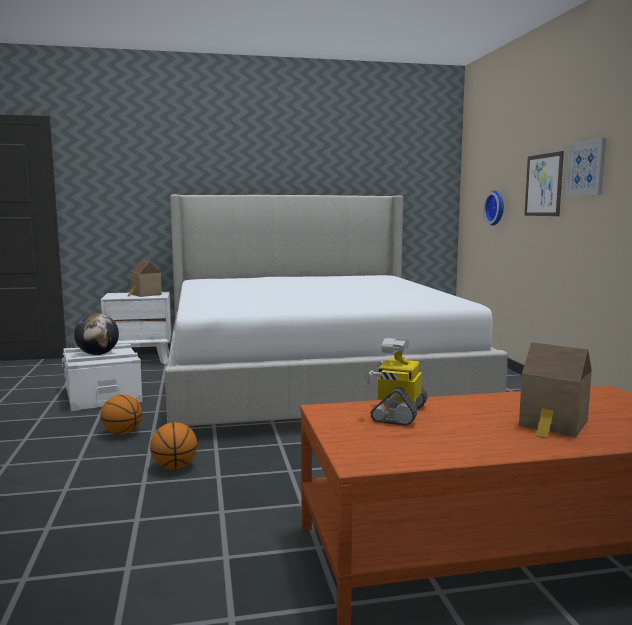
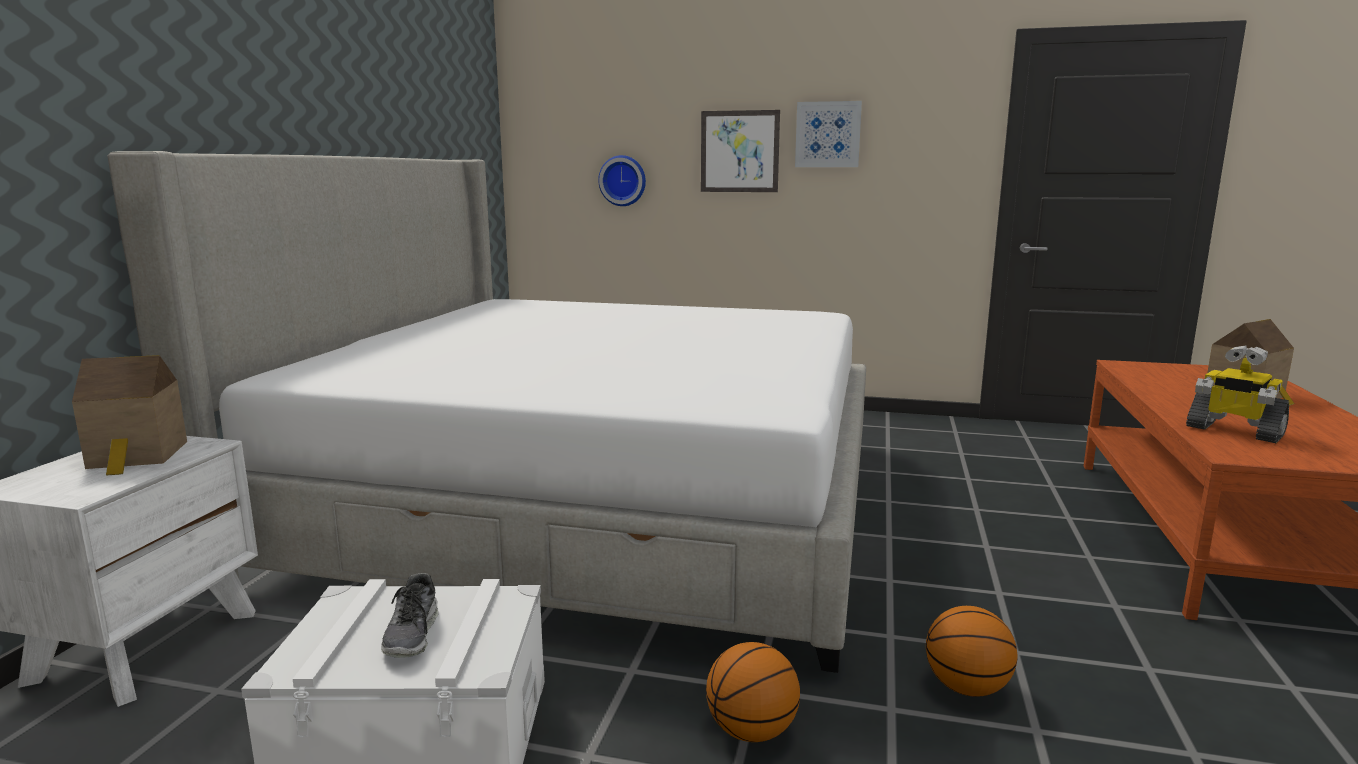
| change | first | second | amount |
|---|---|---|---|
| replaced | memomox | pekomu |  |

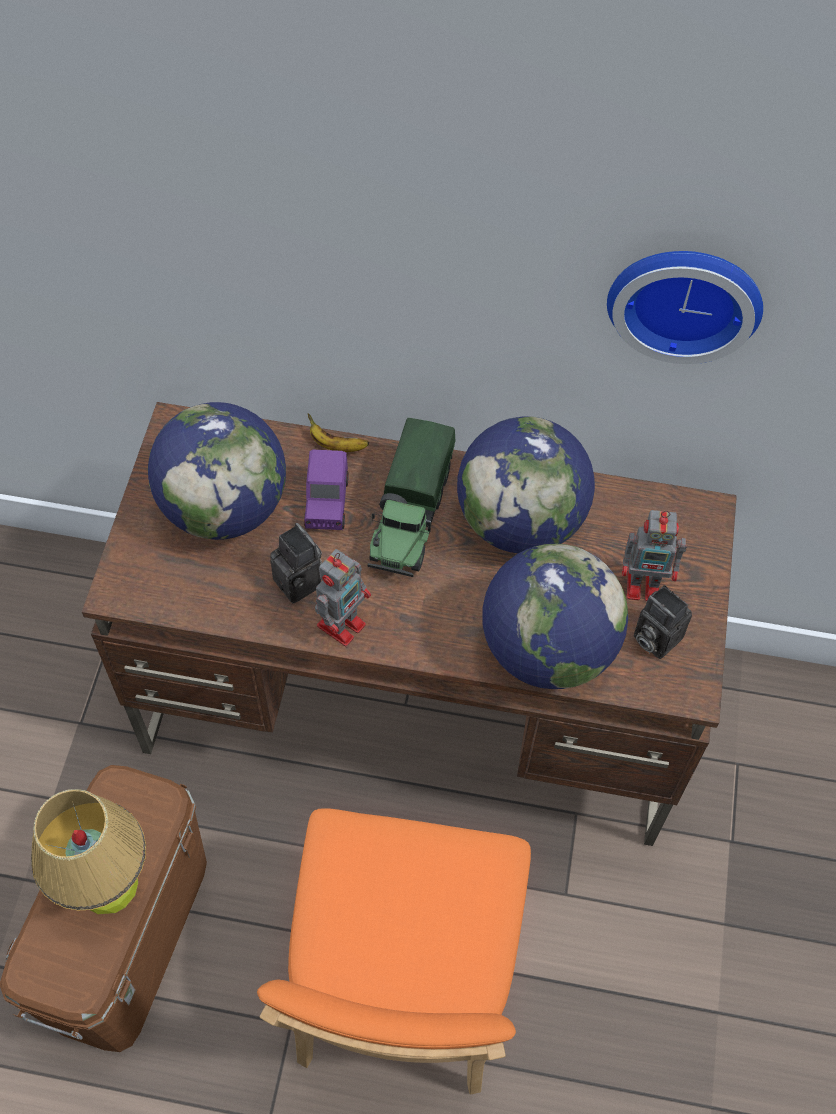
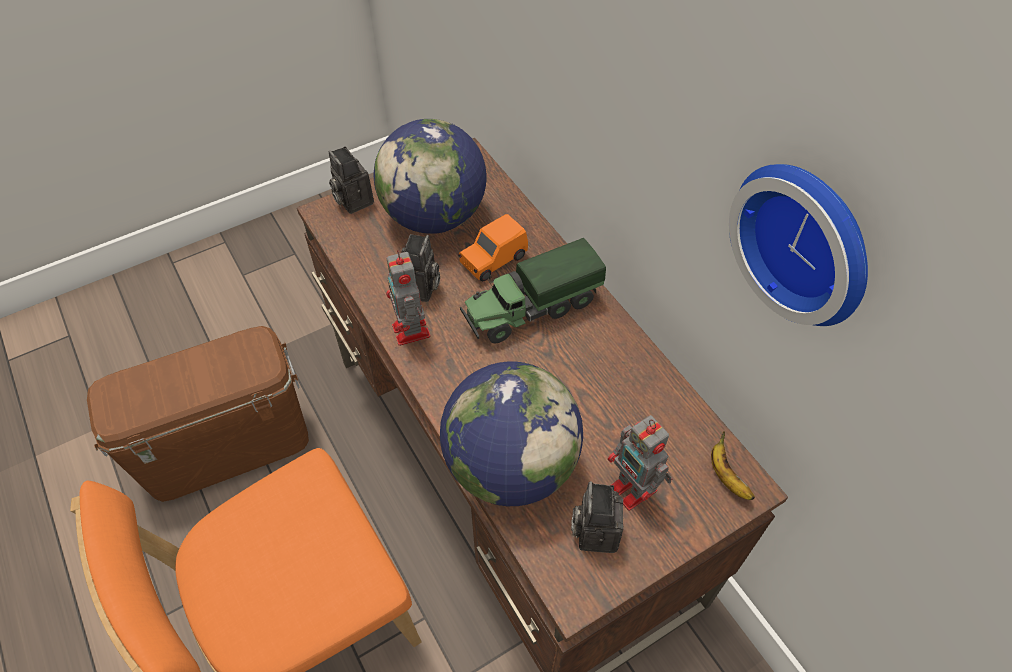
| change | first | second | amount |
|---|---|---|---|
| added |  | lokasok (1st from left) |  |
| turned | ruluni (1st from left) |  | 75 degrees clockwise |
| recoloured | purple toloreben | orange toloreben |  |
| moved | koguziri |  |  |
| removed | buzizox |  |  |
| removed | memomox (2nd from left) |  |  |

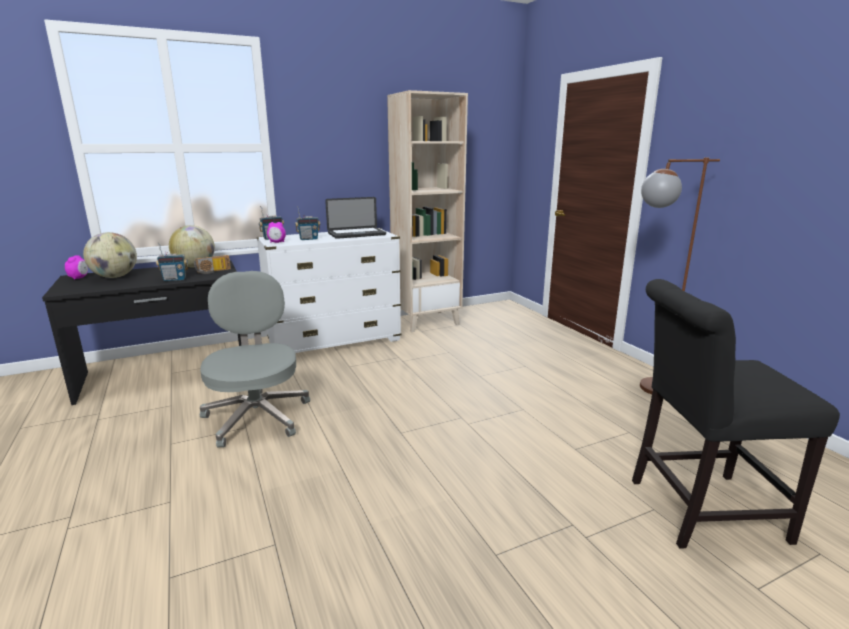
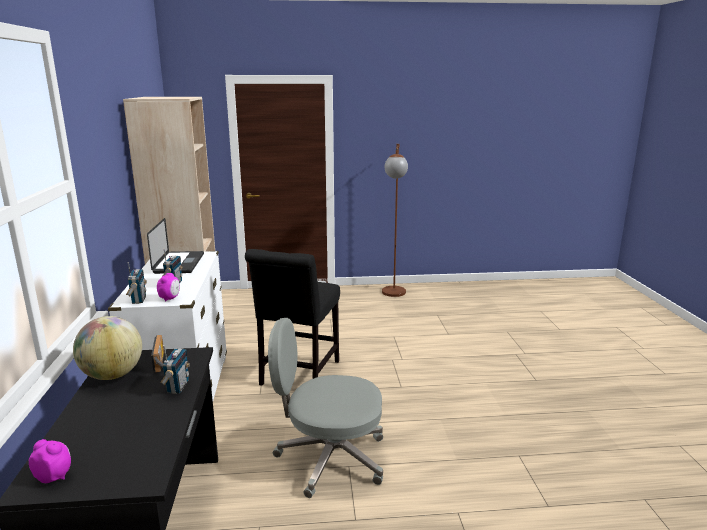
| change | first | second | amount |
|---|---|---|---|
| moved | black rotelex |  |  |
| removed | memomox (1st from left) |  |  |

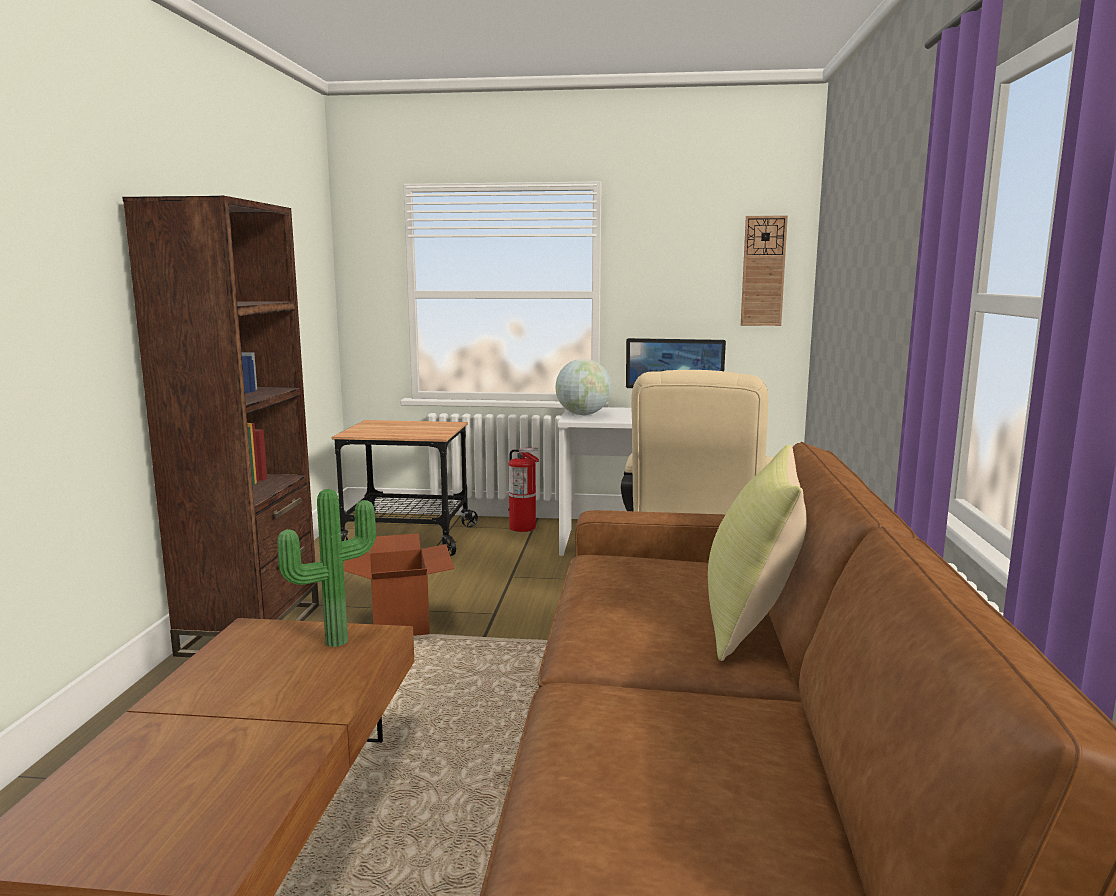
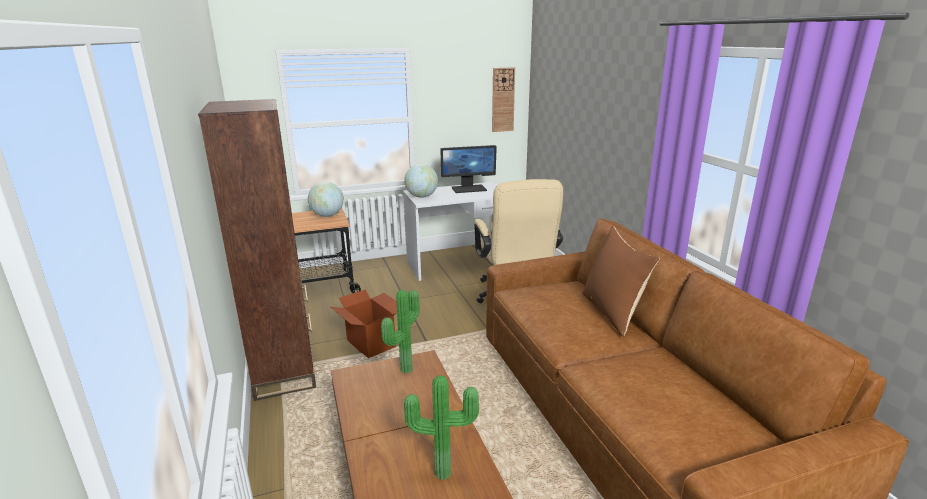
| change | first | second | amount |
|---|---|---|---|
| added |  | memomox (1st from left) |  |
| added |  | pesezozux (2nd from left) |  |
| recoloured | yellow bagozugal | brown bagozugal |  |
| removed | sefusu |  |  |

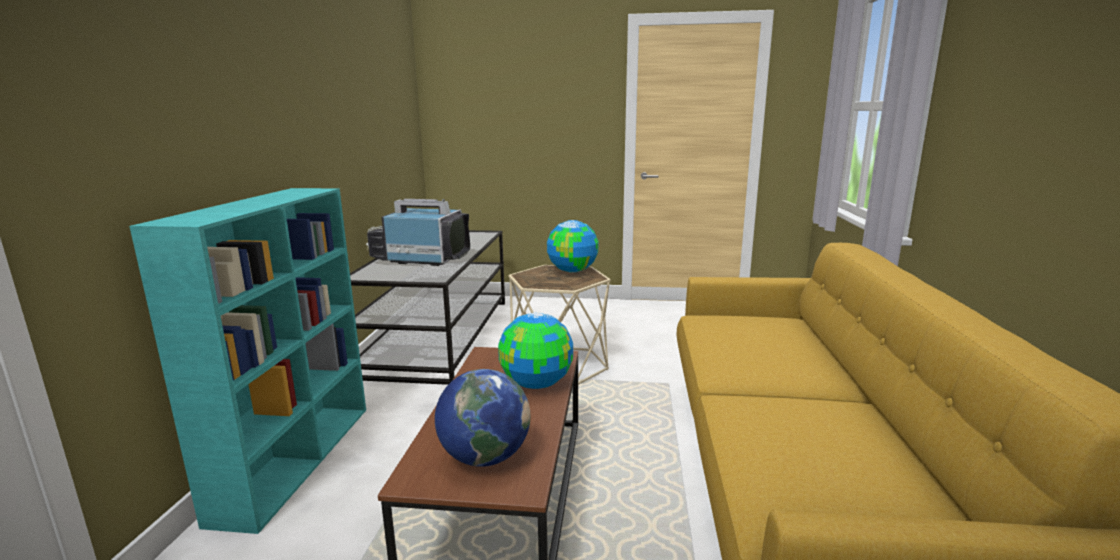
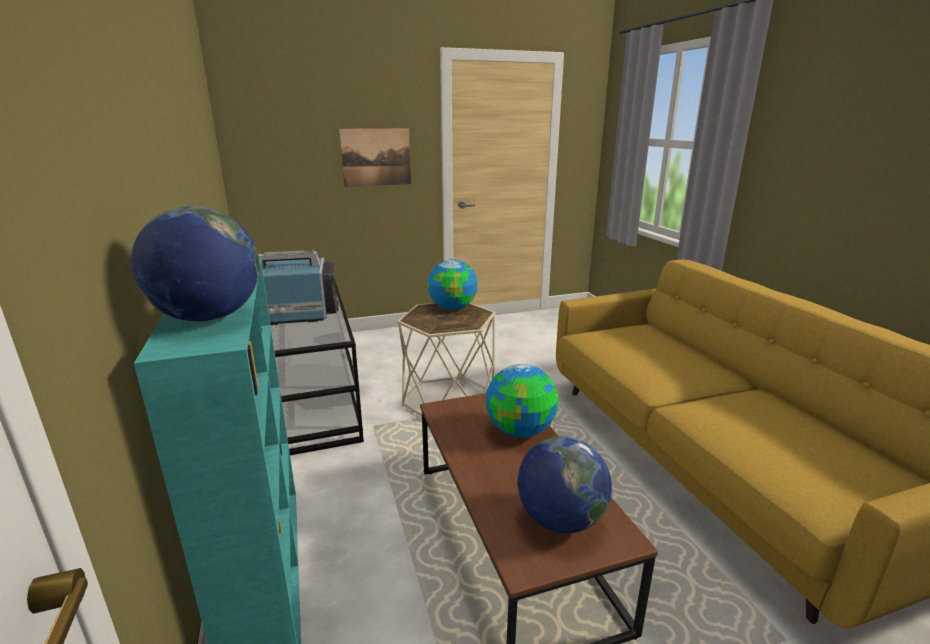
| change | first | second | amount |
|---|---|---|---|
| added |  | memomox (1st from left) |  |
| added |  | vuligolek |  |

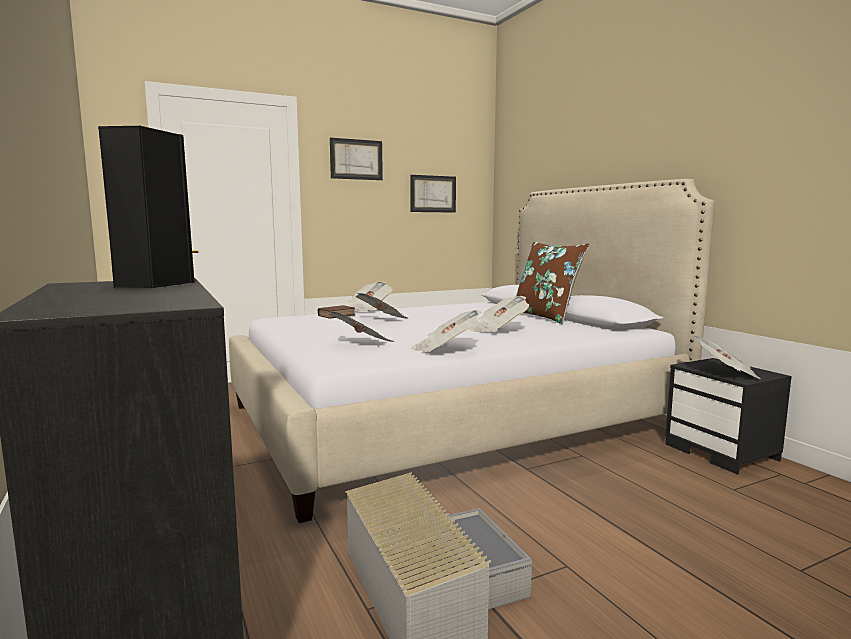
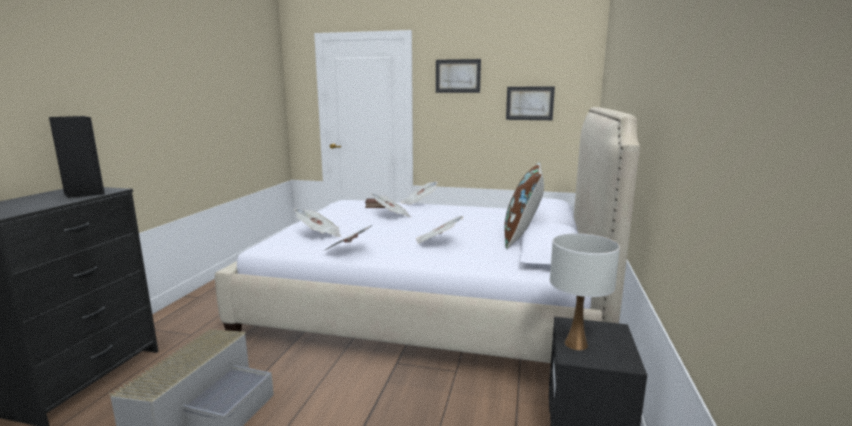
| change | first | second | amount |
|---|---|---|---|
| replaced | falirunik (6th from left) | white buzizox |  |

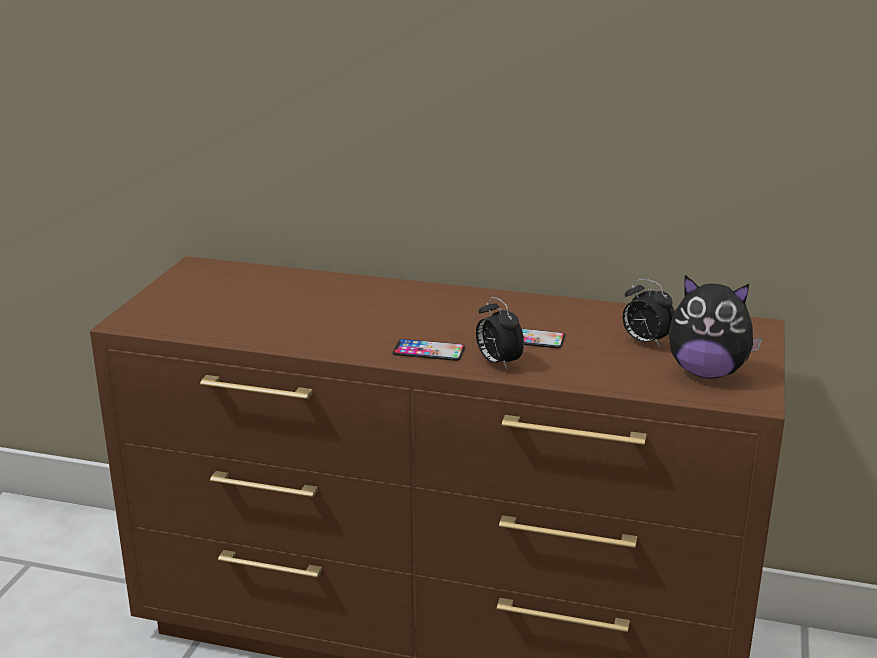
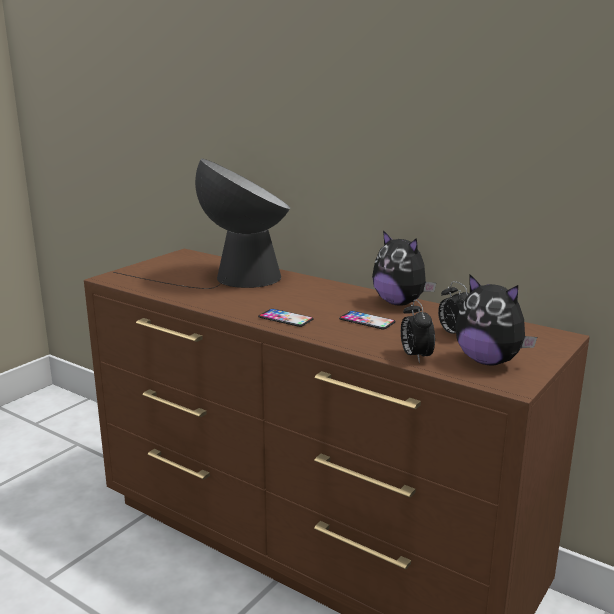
| change | first | second | amount |
|---|---|---|---|
| added |  | buzizox |  |
| added |  | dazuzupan (1st from left) |  |
| moved | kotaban (1st from left) |  |  |

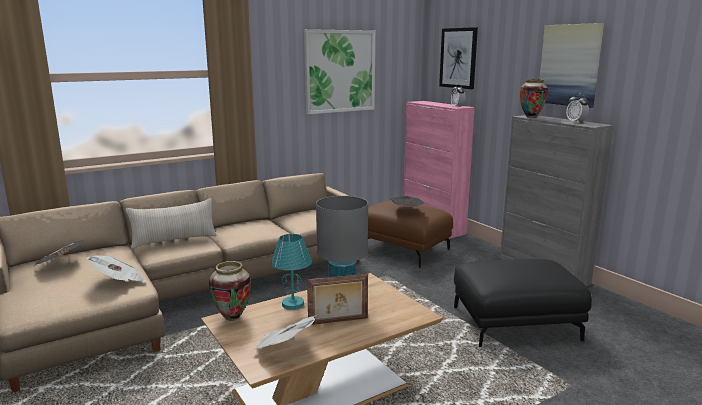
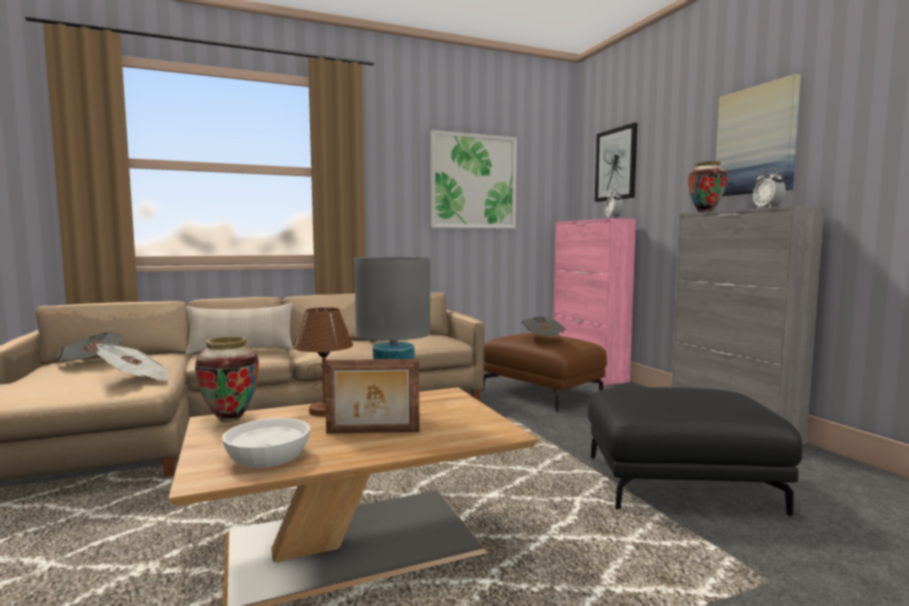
| change | first | second | amount |
|---|---|---|---|
| replaced | falirunik (3rd from left) | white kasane |  |
| recoloured | turquoise buzizox | brown buzizox |  |

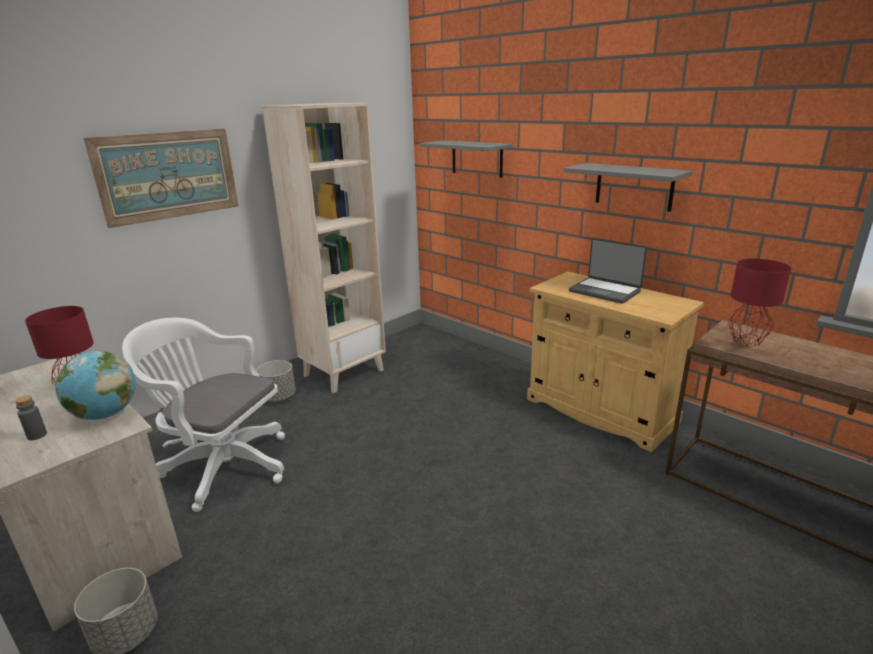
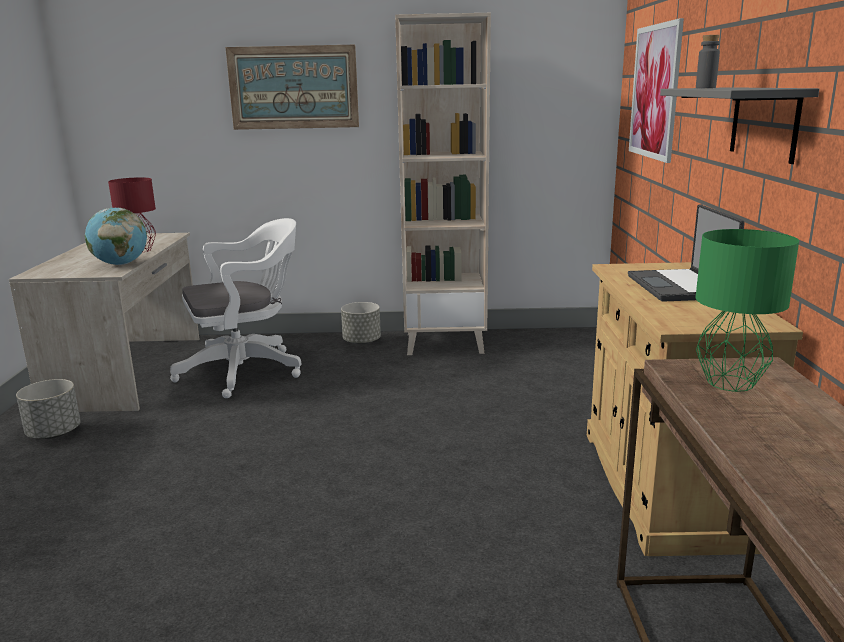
| change | first | second | amount |
|---|---|---|---|
| turned | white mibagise |  | 90 degrees clockwise |
| replaced | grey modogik (1st from left) | vuligolek (2nd from left) |  |
| moved | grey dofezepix |  |  |
| recoloured | red buzizox (2nd from left) | green buzizox |  |

